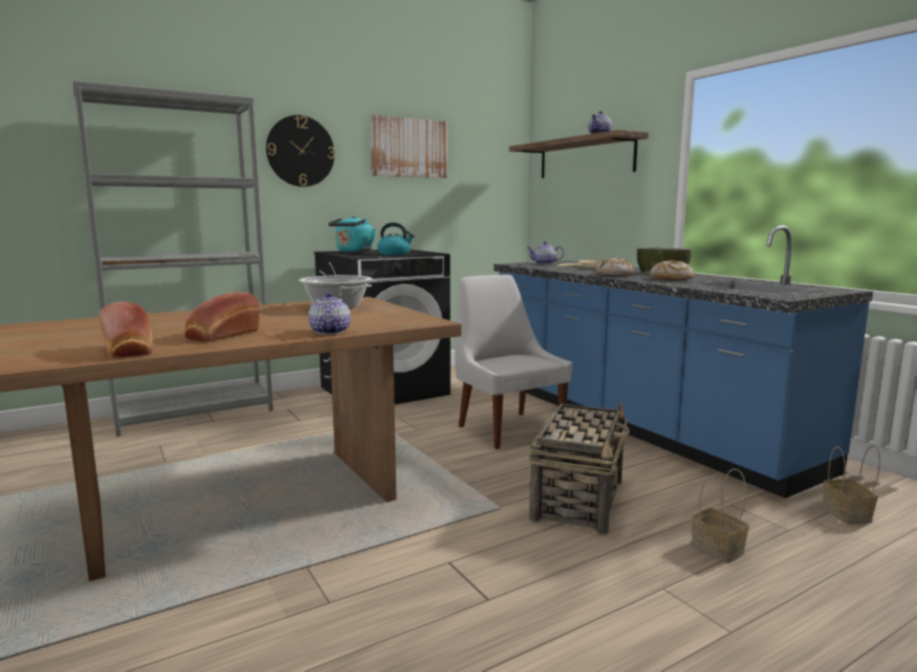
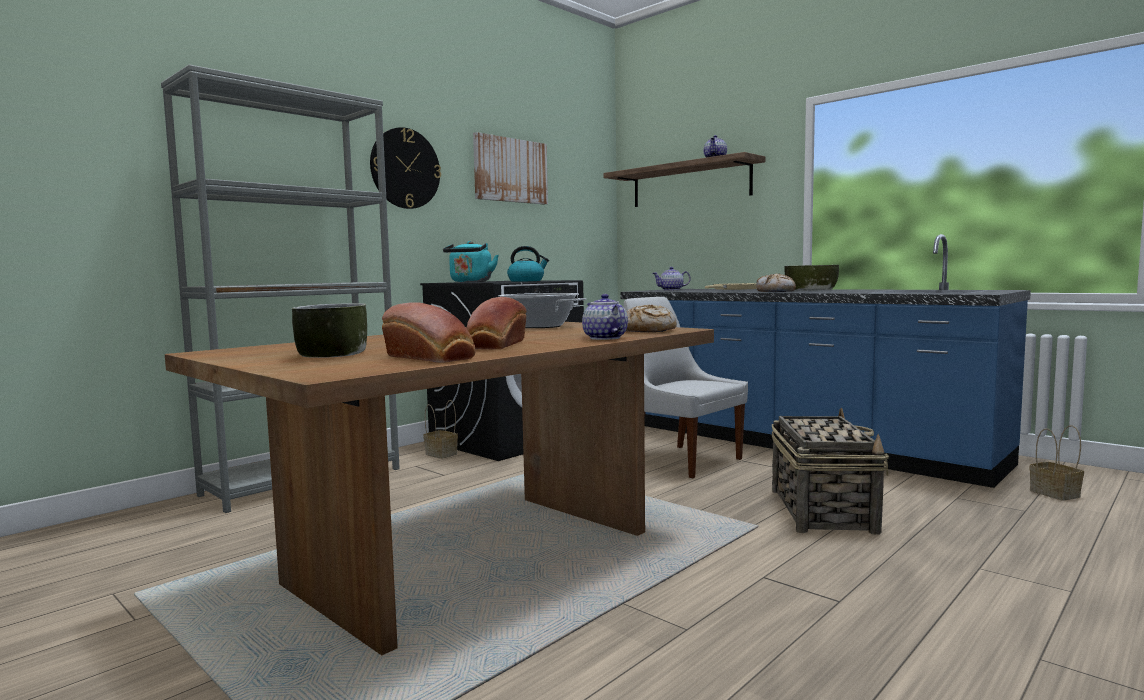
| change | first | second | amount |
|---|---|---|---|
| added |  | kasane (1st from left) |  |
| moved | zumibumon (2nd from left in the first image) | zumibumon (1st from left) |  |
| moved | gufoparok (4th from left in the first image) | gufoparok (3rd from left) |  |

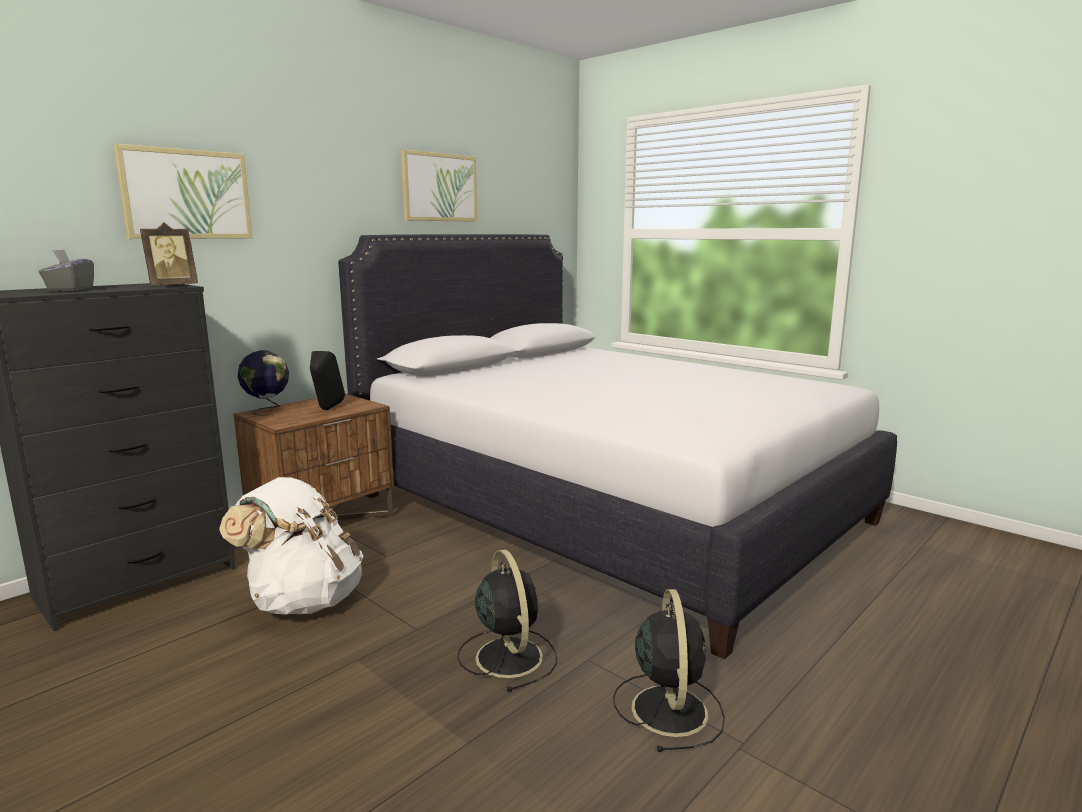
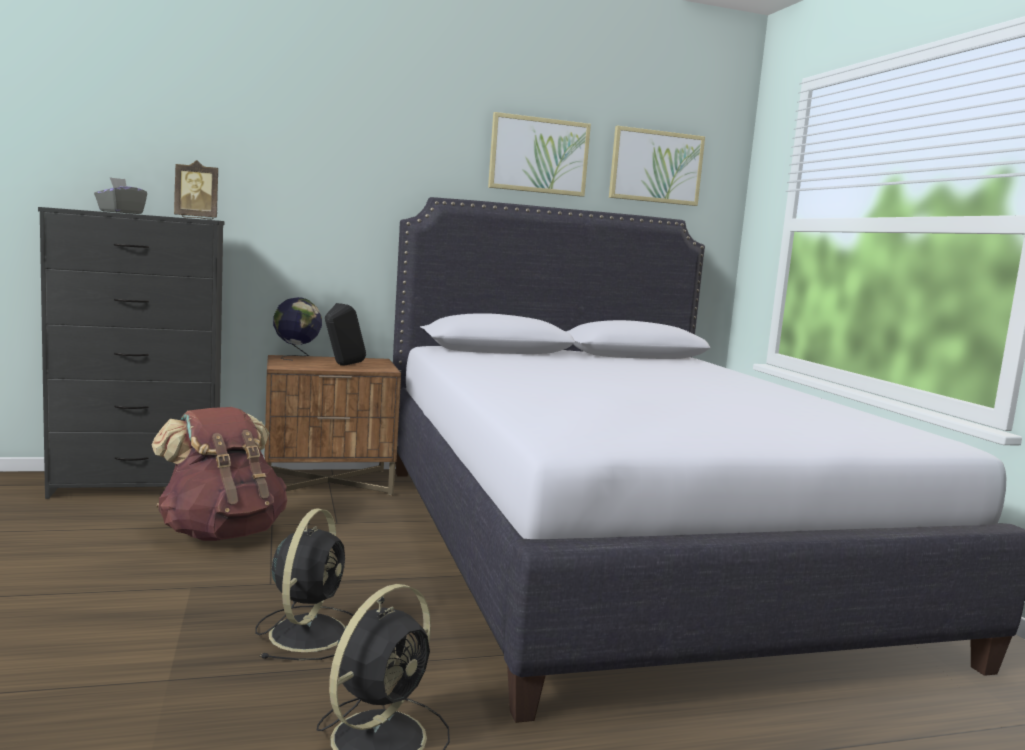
| change | first | second | amount |
|---|---|---|---|
| recoloured | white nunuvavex | brown nunuvavex |  |
| moved | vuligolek (1st from left in the first image) | vuligolek (2nd from left) |  |

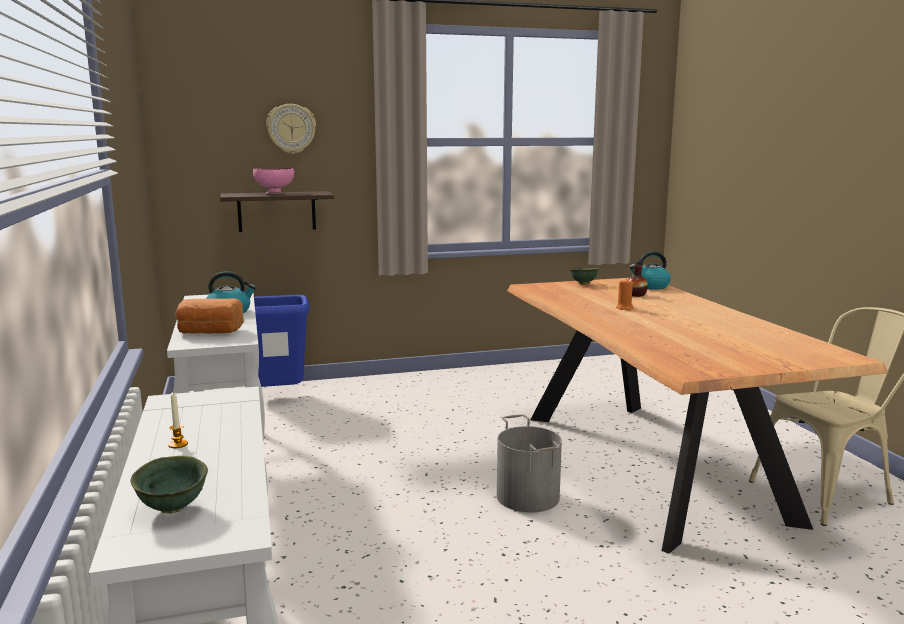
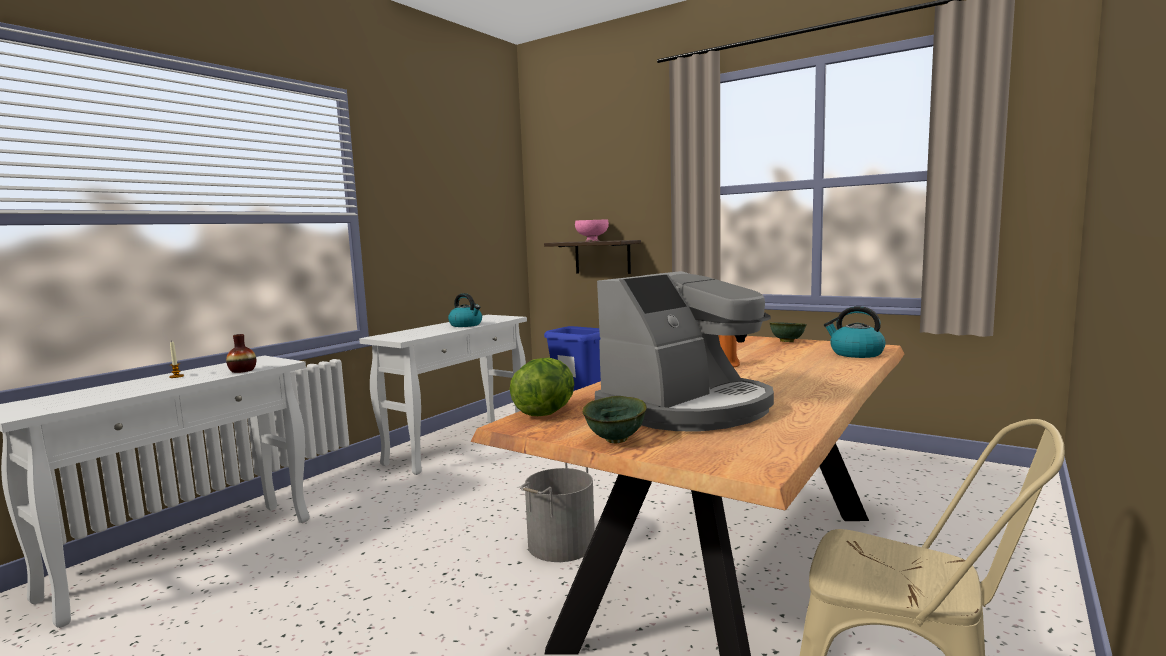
| change | first | second | amount |
|---|---|---|---|
| moved | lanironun |  |  |
| added |  | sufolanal |  |
| moved | green kasane (1st from left) |  |  |
| added |  | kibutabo |  |
| removed | gufoparok |  |  |
| removed | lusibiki |  |  |

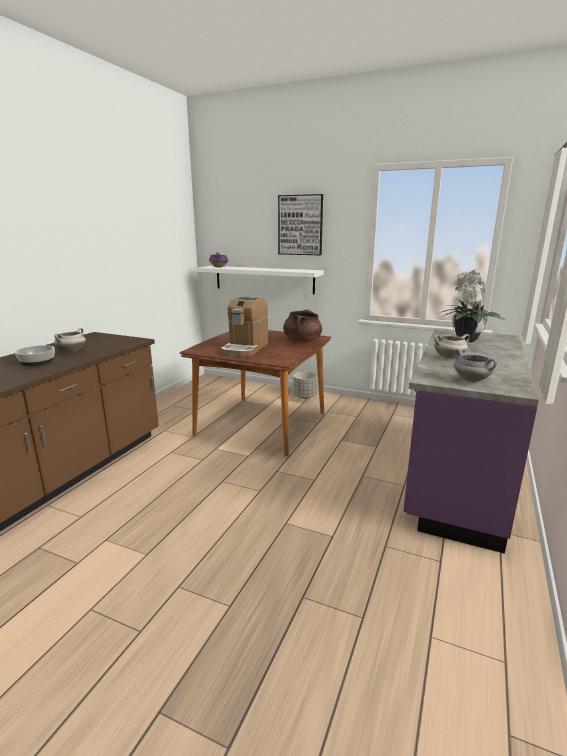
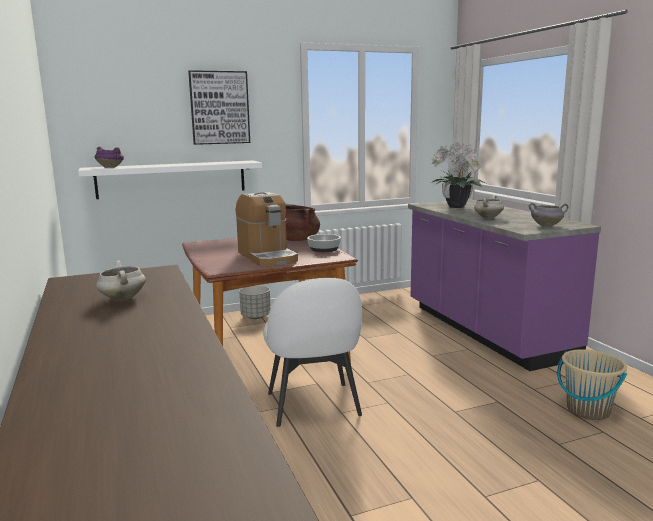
| change | first | second | amount |
|---|---|---|---|
| added |  | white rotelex |  |
| moved | kasane |  |  |
| added |  | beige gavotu |  |

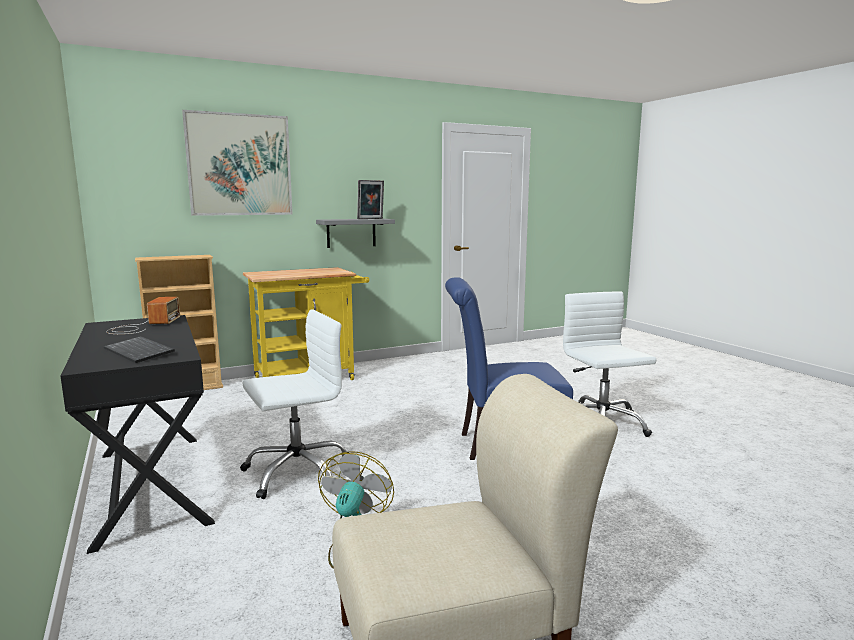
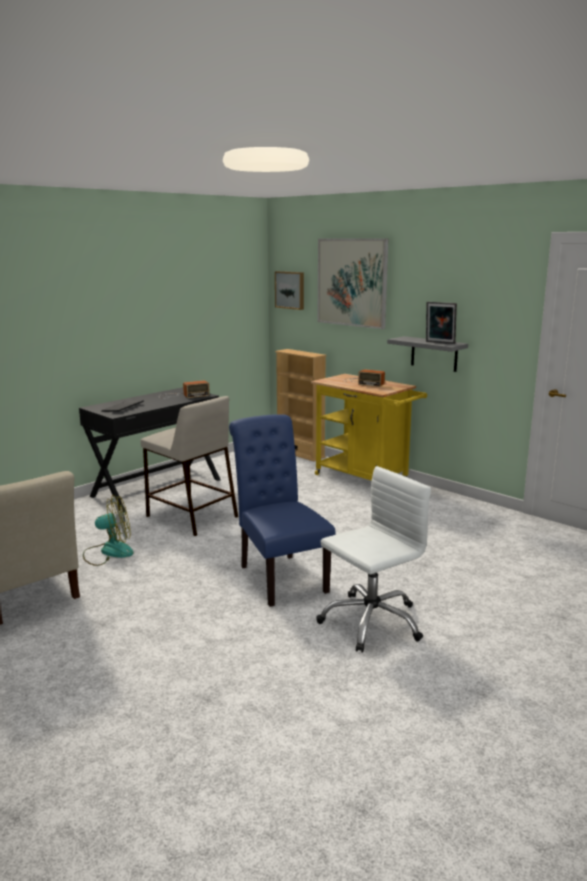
| change | first | second | amount |
|---|---|---|---|
| replaced | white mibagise (1st from left) | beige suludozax |  |
| added |  | vuligolek (1st from left) |  |
| added |  | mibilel (2nd from left) |  |

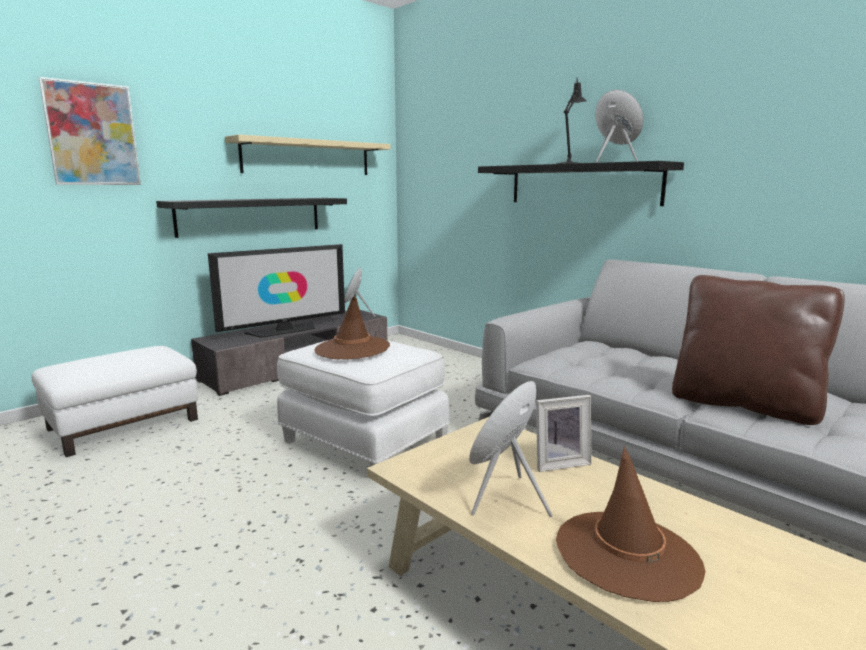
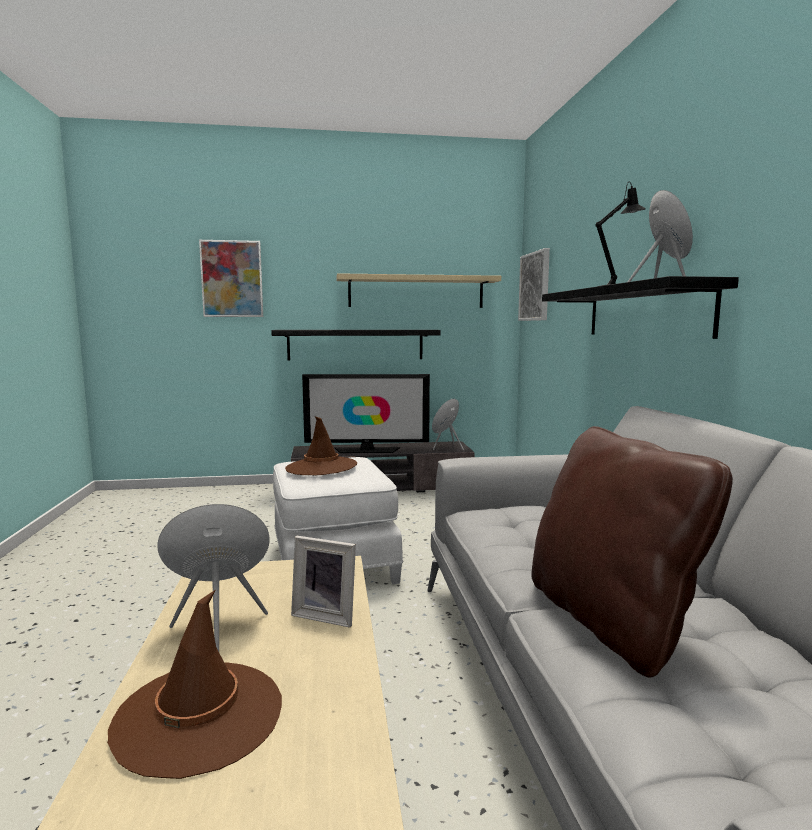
| change | first | second | amount |
|---|---|---|---|
| added |  | vuligolek (2nd from left) |  |
| removed | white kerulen (1st from left) |  |  |

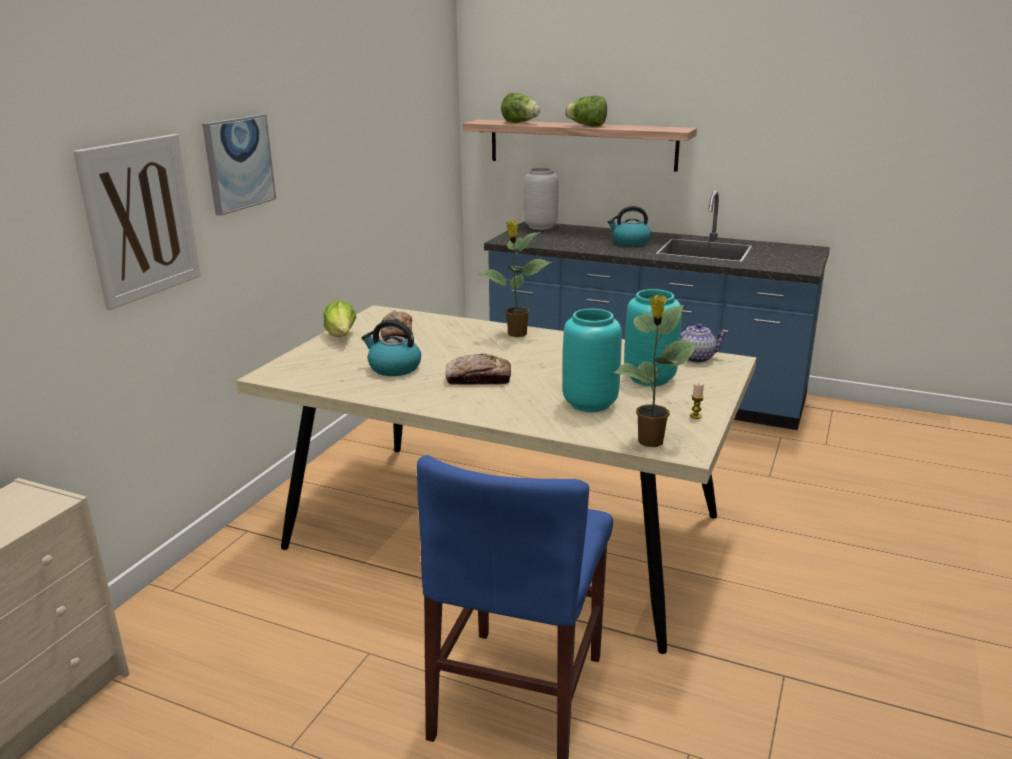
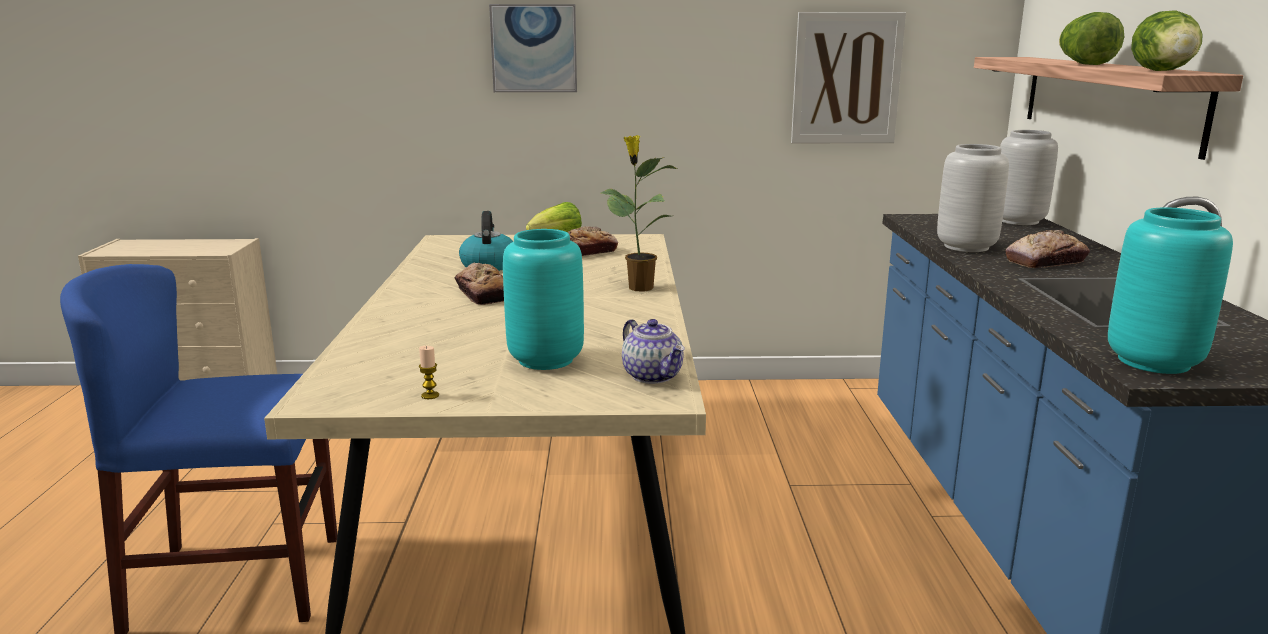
| change | first | second | amount |
|---|---|---|---|
| moved | vuligolek (1st from left in the first image) | vuligolek (2nd from left) |  |
| added |  | grey lanironun (1st from left) |  |
| replaced | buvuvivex (2nd from left) | gufoparok (3rd from left) |  |
| moved | turquoise lanironun (1st from left in the first image) | turquoise lanironun (2nd from left) |  |
| moved | sufolanal (2nd from left in the first image) | sufolanal (3rd from left) |  |
| removed | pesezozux (2nd from left) |  |  |

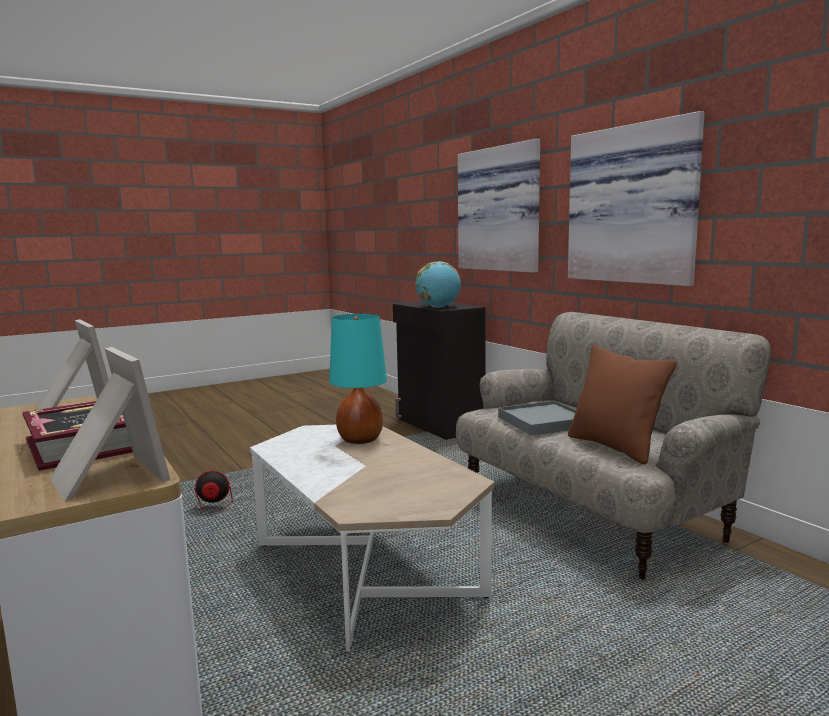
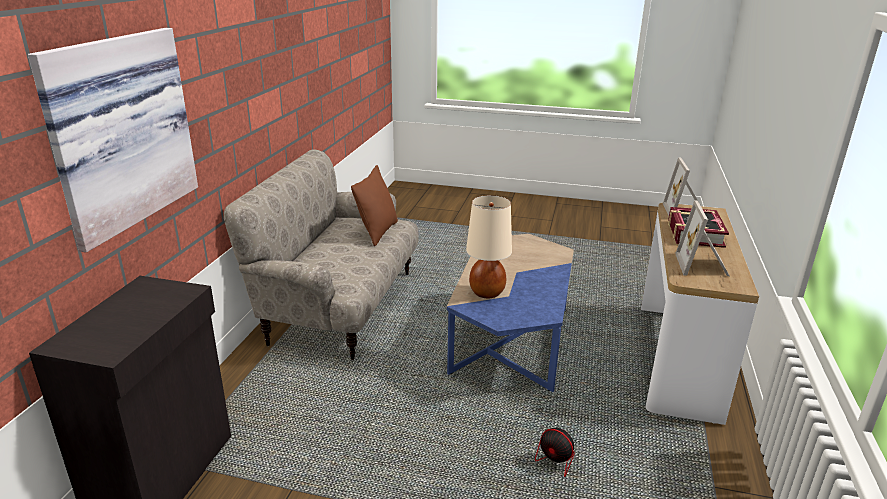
| change | first | second | amount |
|---|---|---|---|
| recoloured | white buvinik | blue buvinik |  |
| recoloured | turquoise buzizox | beige buzizox |  |
| removed | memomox |  |  |
| removed | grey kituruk |  |  |
| removed | vuligolek (2nd from left) |  |  |

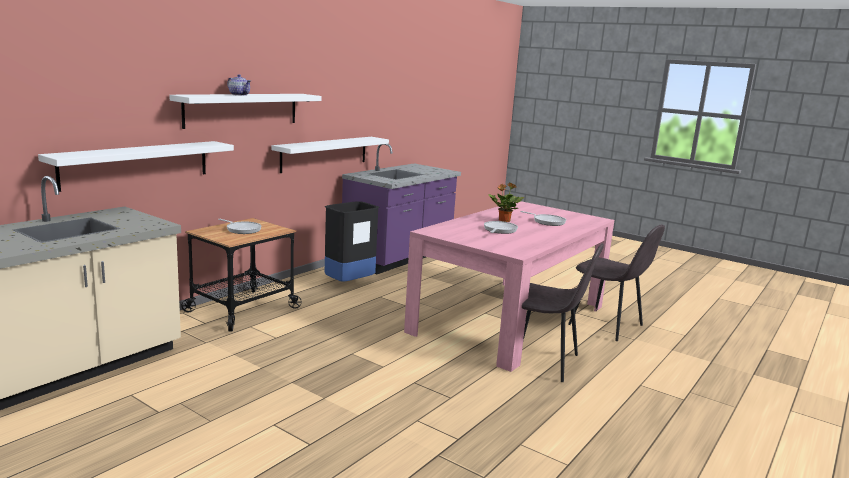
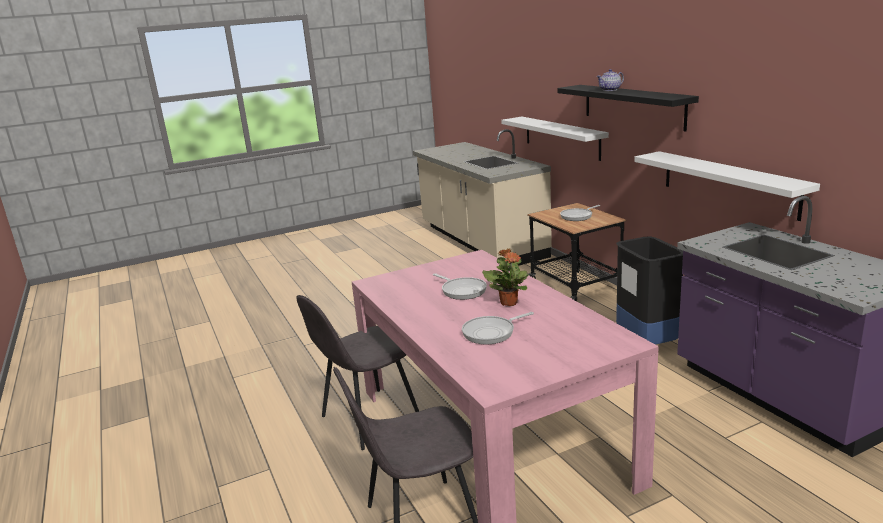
| change | first | second | amount |
|---|---|---|---|
| recoloured | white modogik (2nd from left) | black modogik |  |

